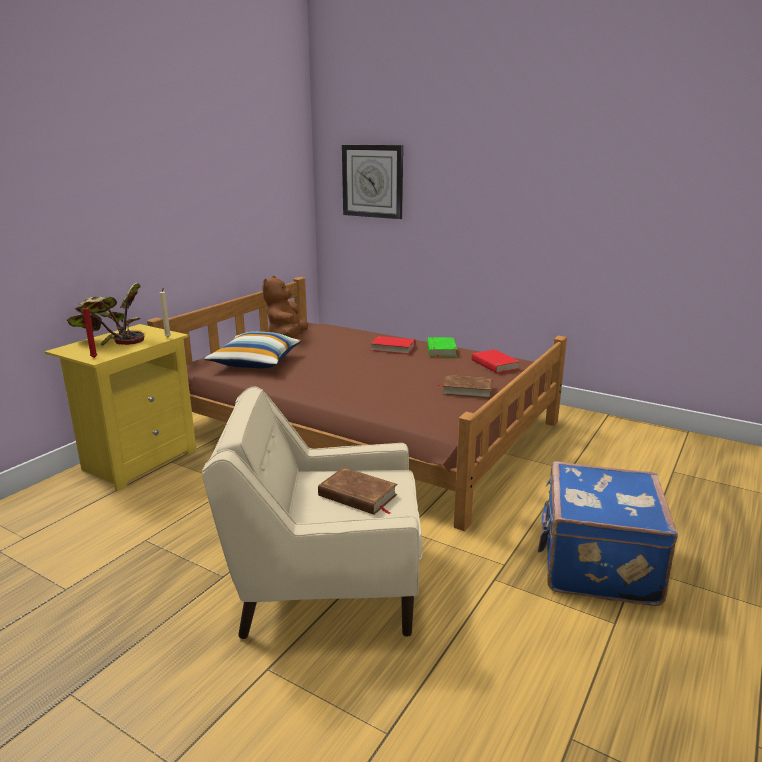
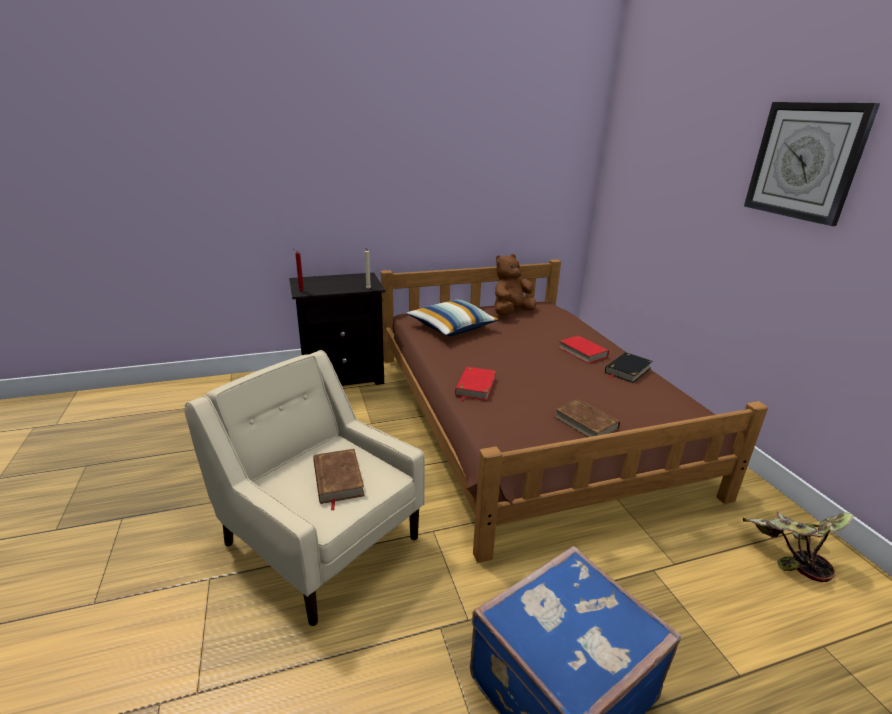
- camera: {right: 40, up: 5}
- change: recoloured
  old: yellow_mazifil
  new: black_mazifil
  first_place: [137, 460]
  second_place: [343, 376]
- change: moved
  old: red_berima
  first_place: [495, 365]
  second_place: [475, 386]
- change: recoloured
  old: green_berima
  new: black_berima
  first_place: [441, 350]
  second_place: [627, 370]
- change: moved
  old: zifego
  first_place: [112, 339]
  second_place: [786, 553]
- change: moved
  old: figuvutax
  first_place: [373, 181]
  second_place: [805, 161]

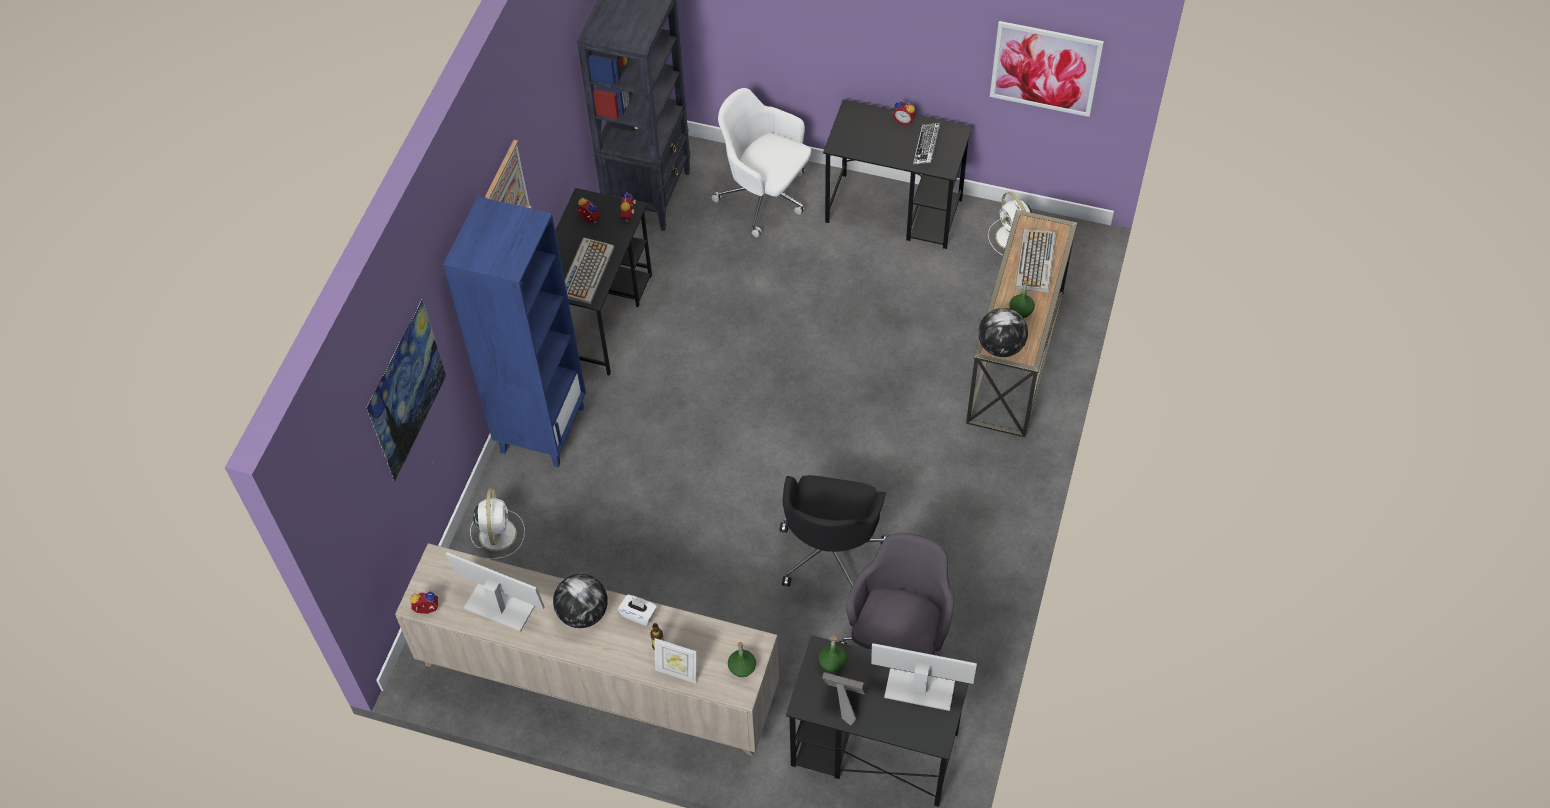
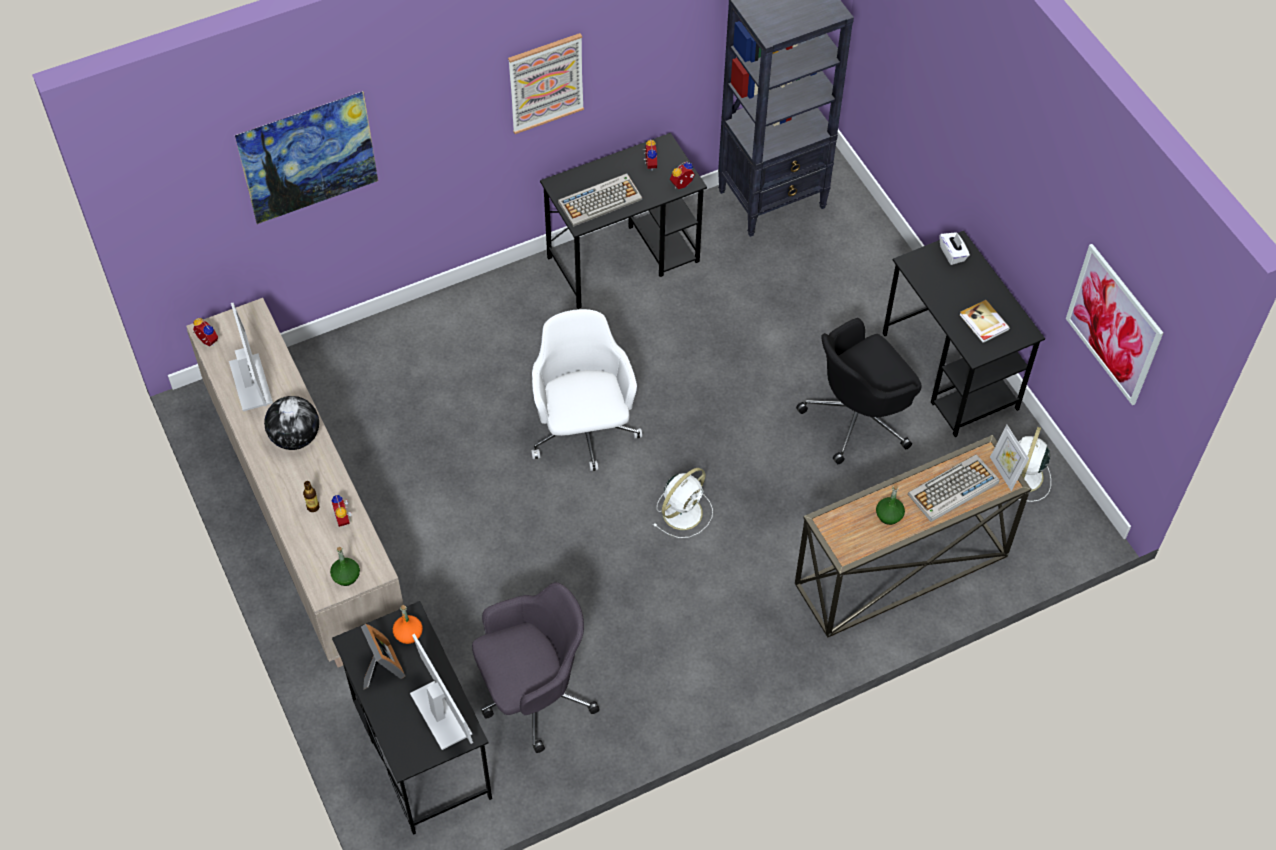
- camera: {right: 45, up: 0}
- change: moved
  old: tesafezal
  first_place: [904, 120]
  second_place: [344, 519]
- change: recoloured
  old: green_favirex
  new: orange_favirex
  first_place: [833, 662]
  second_place: [408, 634]
- change: moved
  old: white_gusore
  first_place: [765, 197]
  second_place: [583, 431]
- change: moved
  old: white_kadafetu
  first_place: [497, 533]
  second_place: [683, 511]
- change: moved
  old: black_gusore
  first_place: [830, 551]
  second_place: [858, 417]
- change: moved
  old: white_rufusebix
  first_place: [638, 614]
  second_place: [952, 254]
- change: replaced
  old: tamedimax
  new: berima
  first_place: [926, 146]
  second_place: [983, 323]
- change: moved
  old: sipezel
  first_place: [677, 672]
  second_place: [1004, 472]
- change: removed
  old: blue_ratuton
  first_place: [542, 428]
- change: removed
  old: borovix
  first_place: [1000, 347]

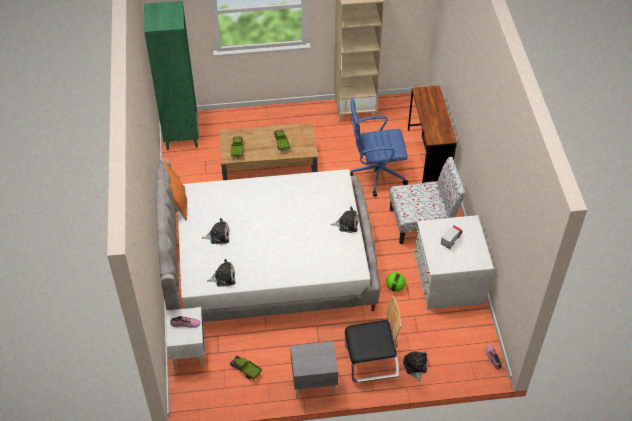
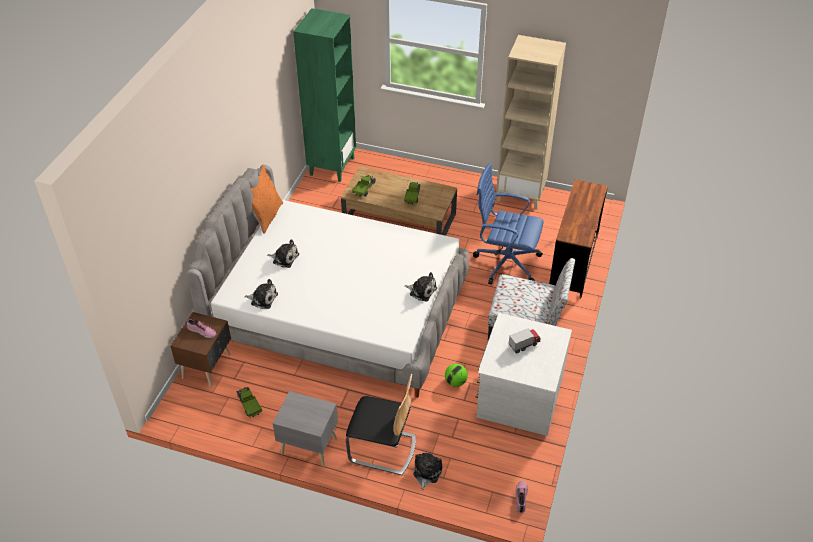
- camera: {right: 25, up: -5}
- change: recoloured
  old: white_mazifil
  new: brown_mazifil
  first_place: [189, 351]
  second_place: [207, 366]

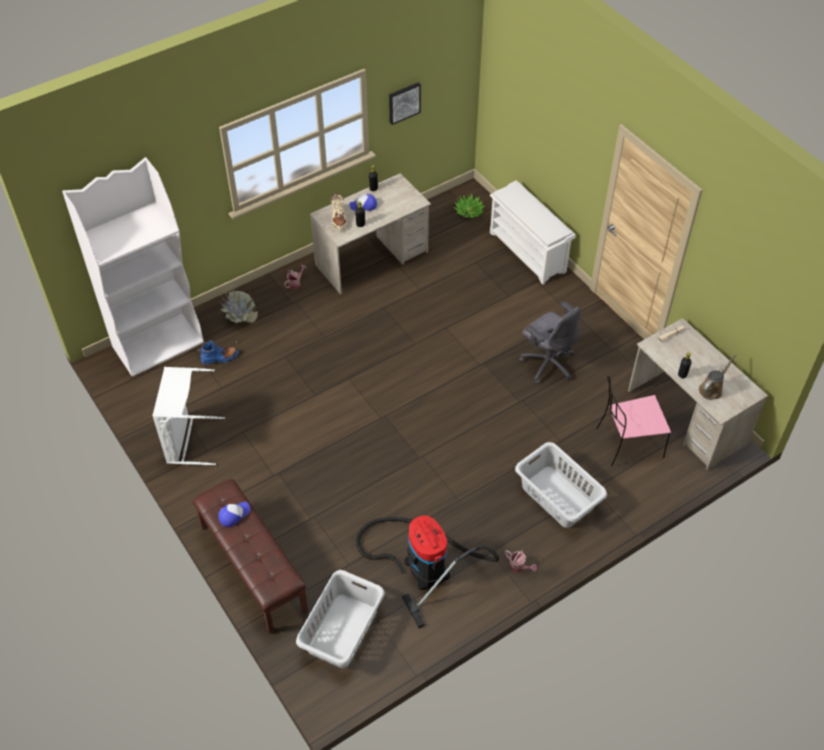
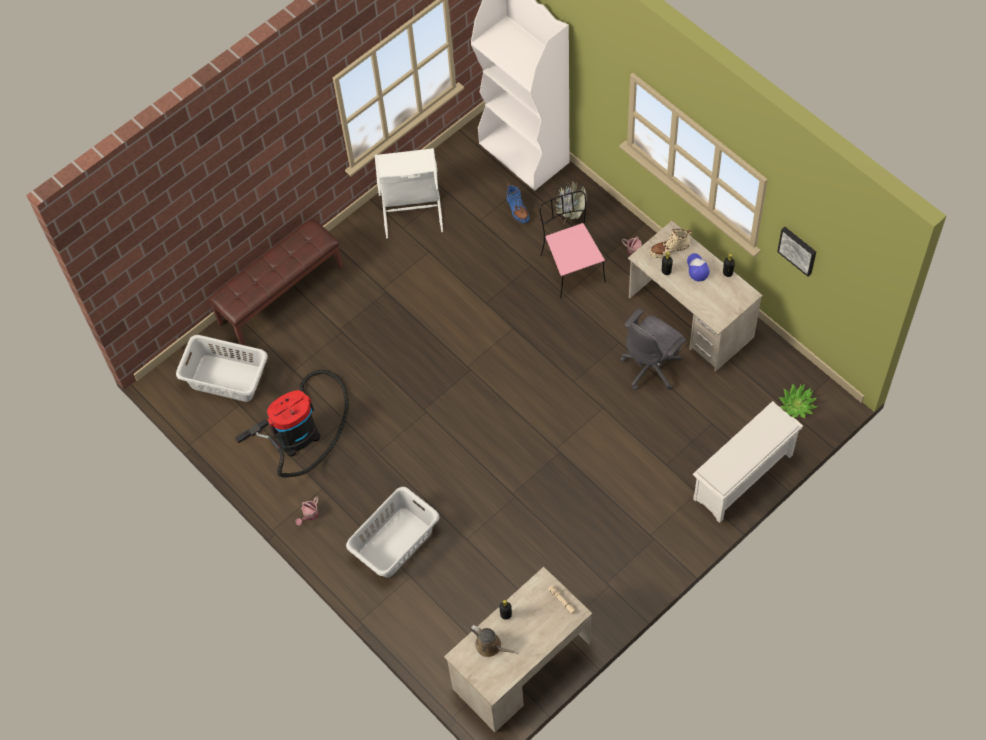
- camera: {right: 85, up: 10}
- change: moved
  old: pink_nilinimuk
  first_place: [627, 443]
  second_place: [571, 267]
- change: moved
  old: grey_gusore
  first_place: [547, 363]
  second_place: [651, 367]
- change: removed
  old: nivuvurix
  first_place: [234, 515]

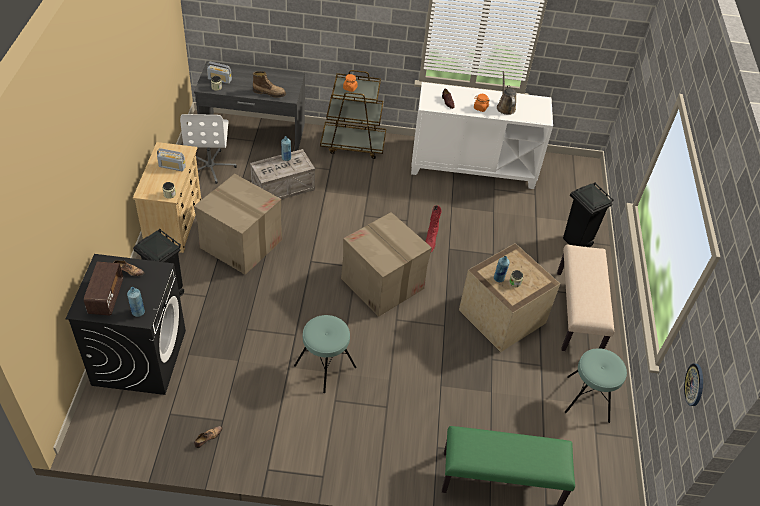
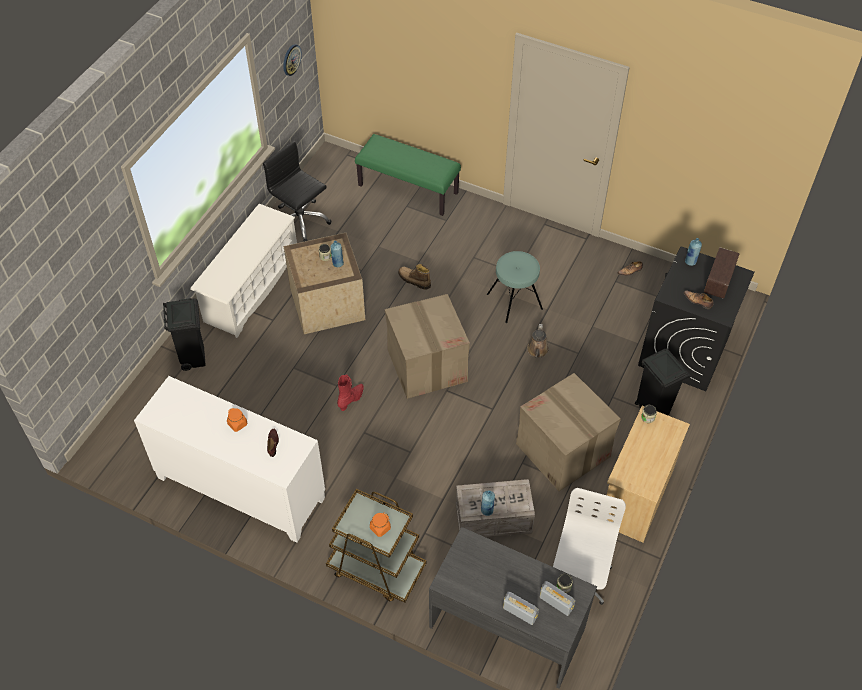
- camera: {right: -155, up: 5}
- change: replaced
  old: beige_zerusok
  new: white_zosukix
  first_place: [578, 313]
  second_place: [251, 288]
- change: replaced
  old: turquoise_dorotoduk
  new: black_gusore
  first_place: [588, 399]
  second_place: [300, 221]
- change: moved
  old: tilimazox
  first_place: [269, 93]
  second_place: [414, 280]
- change: moved
  old: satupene
  first_place: [172, 166]
  second_place: [520, 612]
- change: moved
  old: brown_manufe
  first_place: [505, 107]
  second_place: [537, 351]

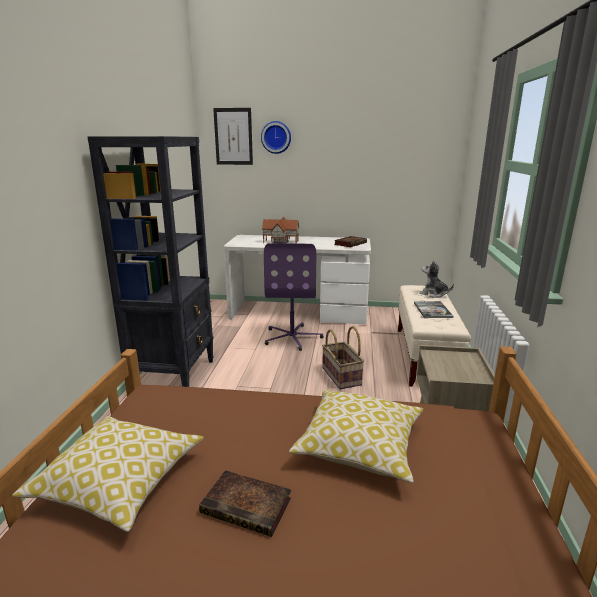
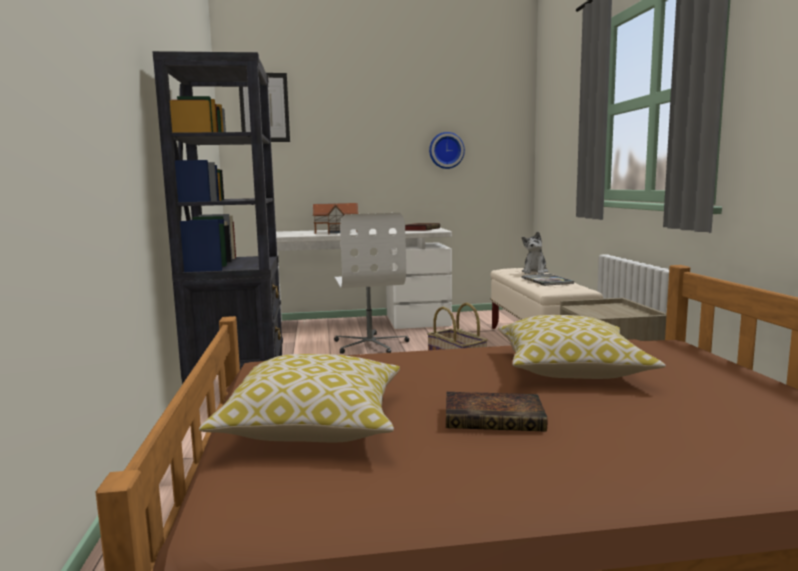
- camera: {right: -15, up: -10}
- change: recoloured
  old: purple_gusore
  new: white_gusore
  first_place: [292, 337]
  second_place: [370, 344]
- change: moved
  old: figuvutax
  first_place: [276, 137]
  second_place: [446, 150]
- change: turned
  old: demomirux
  first_place: [433, 294]
  second_place: [535, 272]
  degrees: -90

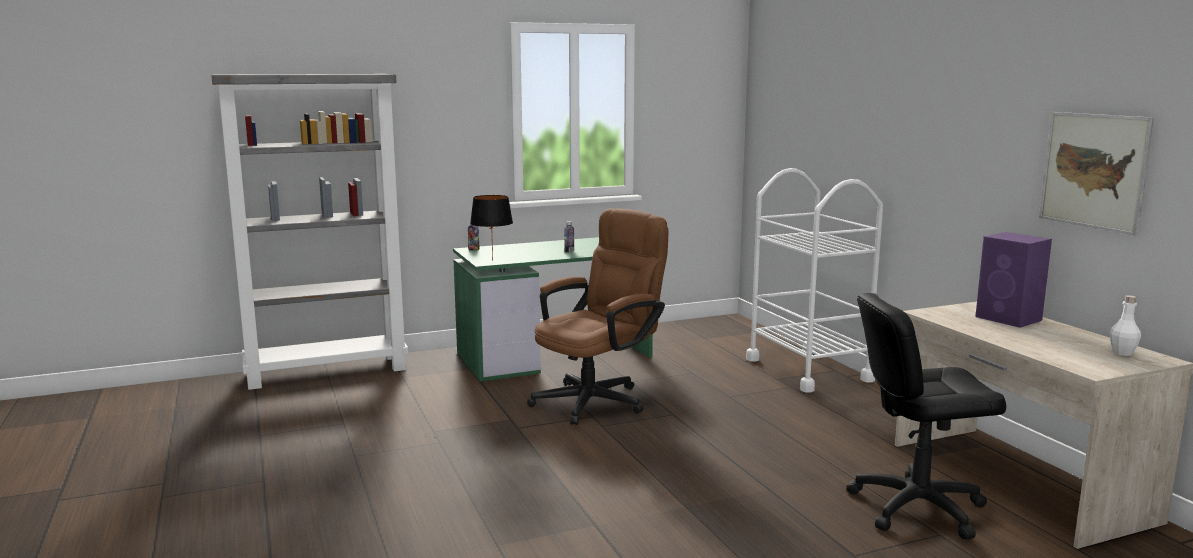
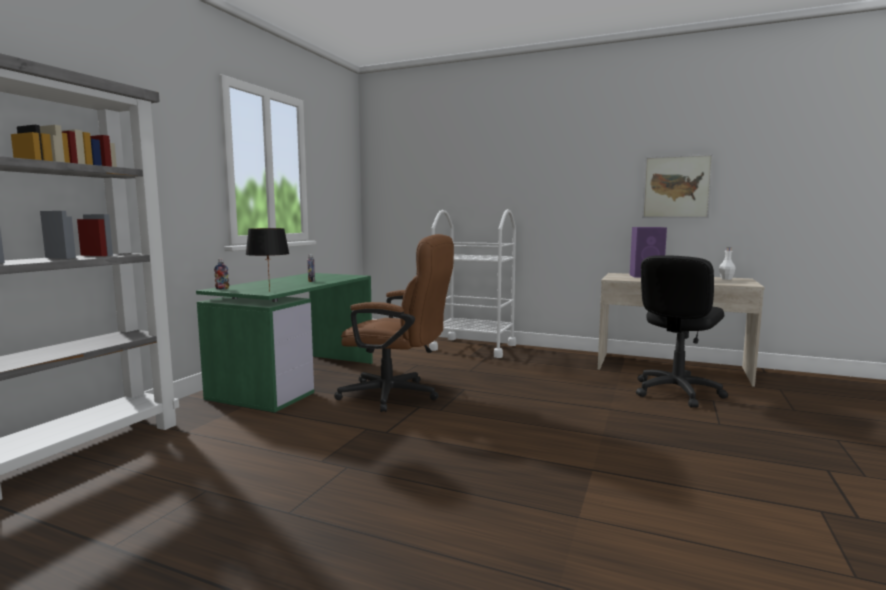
- camera: {right: -45, up: -5}
- change: turned
  old: brown_gusore
  first_place: [598, 399]
  second_place: [397, 395]
  degrees: 105

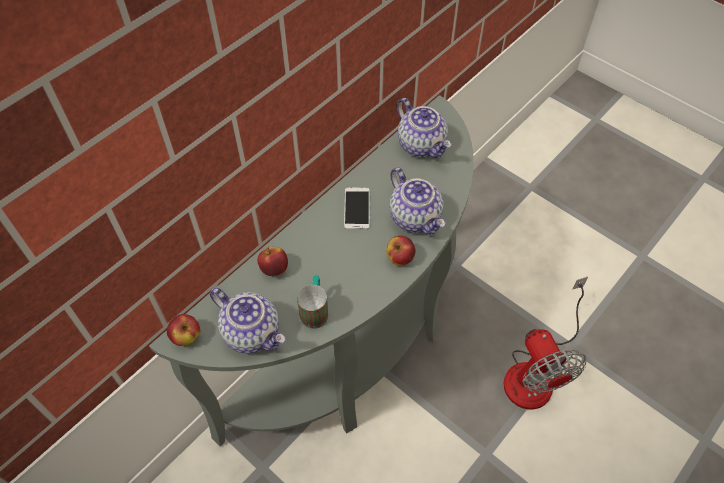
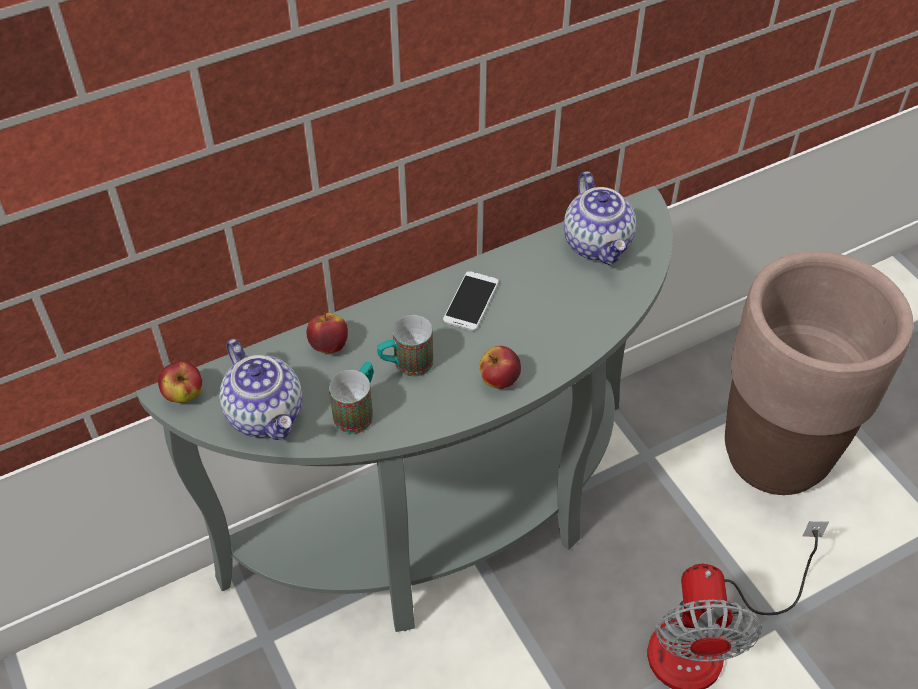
- camera: {right: 20, up: -5}
- change: added
  new: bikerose
  second_place: [405, 365]
- change: added
  new: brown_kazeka
  second_place: [776, 455]
- change: removed
  old: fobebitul
  first_place: [416, 217]

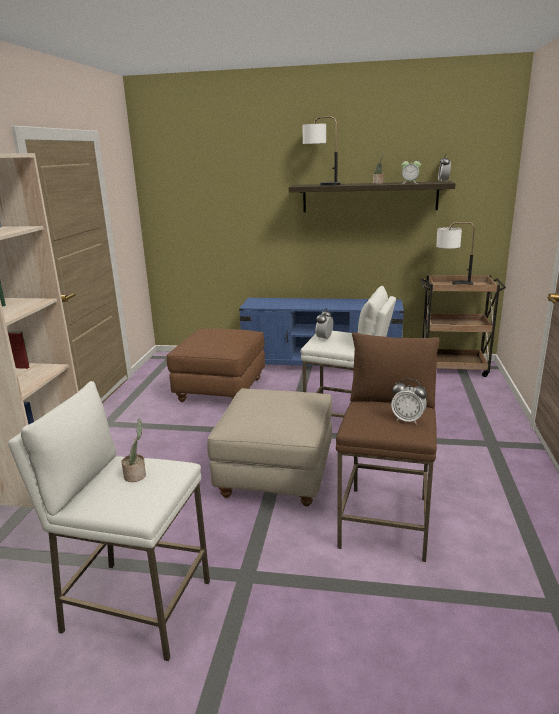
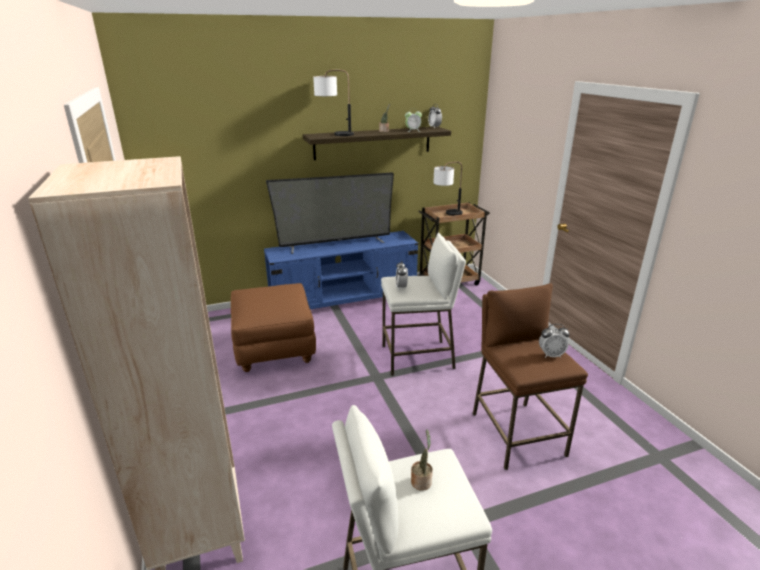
- camera: {right: -30, up: 5}
- change: added
  new: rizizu
  second_place: [335, 244]
- change: removed
  old: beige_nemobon
  first_place: [276, 476]

